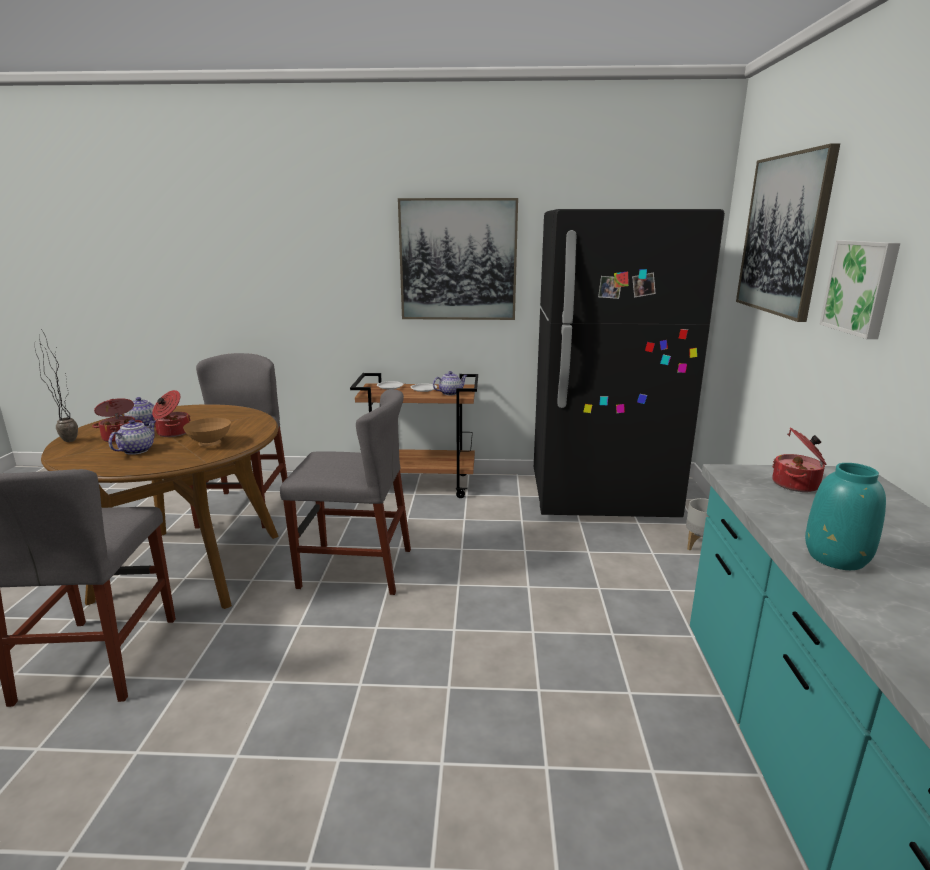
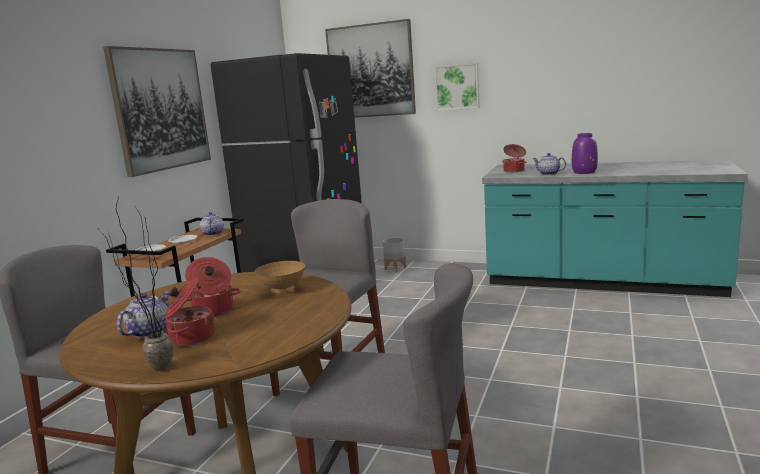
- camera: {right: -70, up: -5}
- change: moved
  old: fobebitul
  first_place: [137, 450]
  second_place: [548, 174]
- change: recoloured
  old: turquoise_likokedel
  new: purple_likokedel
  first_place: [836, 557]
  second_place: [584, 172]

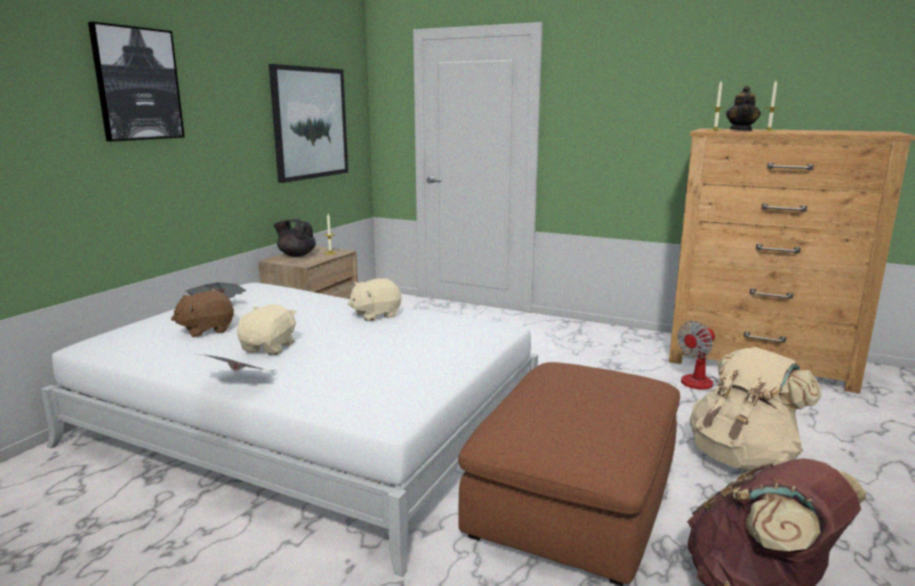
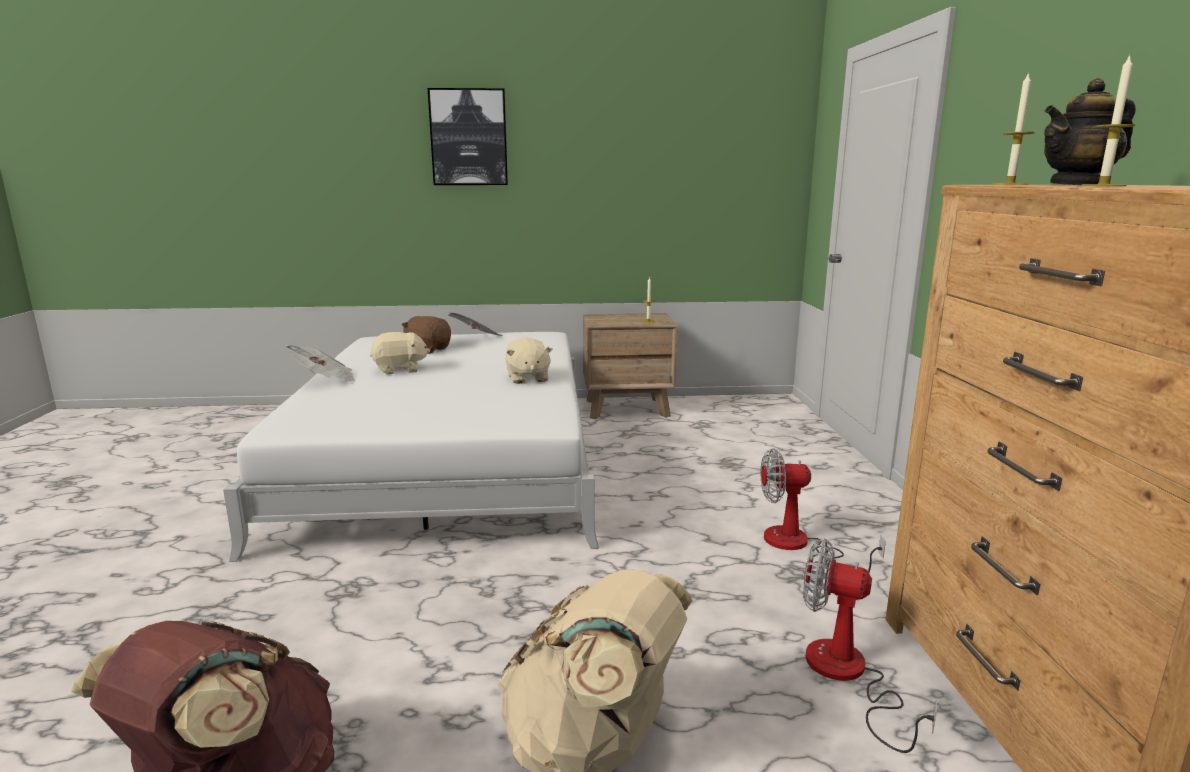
- camera: {right: 60, up: 0}
- change: turned
  old: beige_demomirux
  first_place: [375, 315]
  second_place: [527, 378]
  degrees: -135
- change: added
  new: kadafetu
  second_place: [799, 546]
- change: removed
  old: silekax
  first_place: [310, 123]
- change: removed
  old: black_fobebitul
  first_place: [296, 255]
- change: removed
  old: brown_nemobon
  first_place: [574, 495]

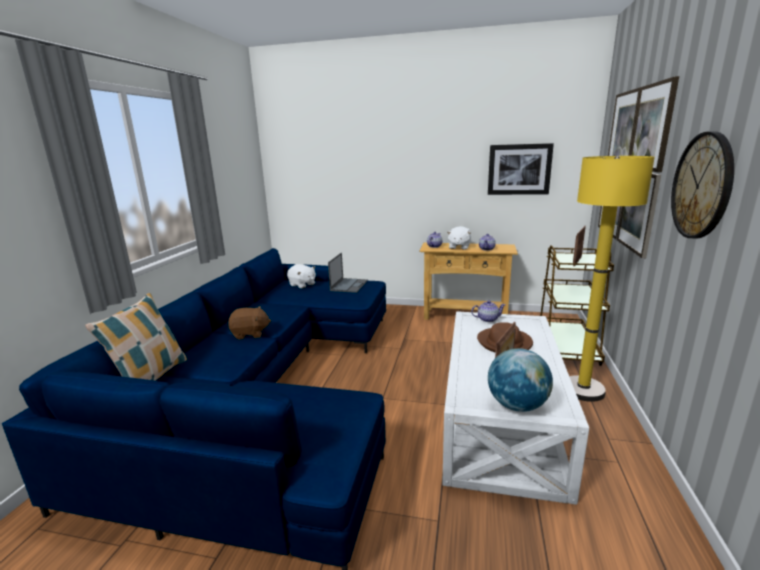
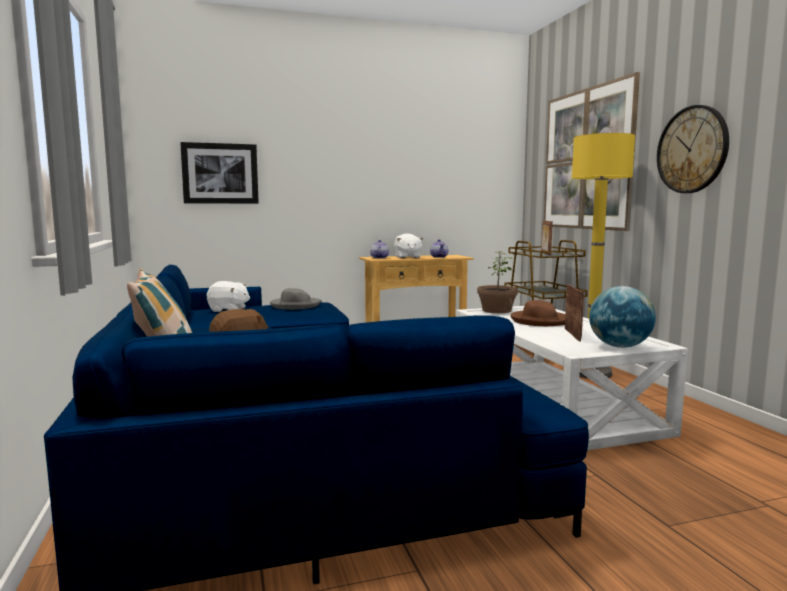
- camera: {right: -30, up: -10}
- change: moved
  old: silekax
  first_place: [519, 169]
  second_place: [220, 173]
- change: replaced
  old: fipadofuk
  new: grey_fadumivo
  first_place: [349, 285]
  second_place: [295, 305]
- change: replaced
  old: fobebitul
  new: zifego
  first_place: [487, 319]
  second_place: [496, 310]

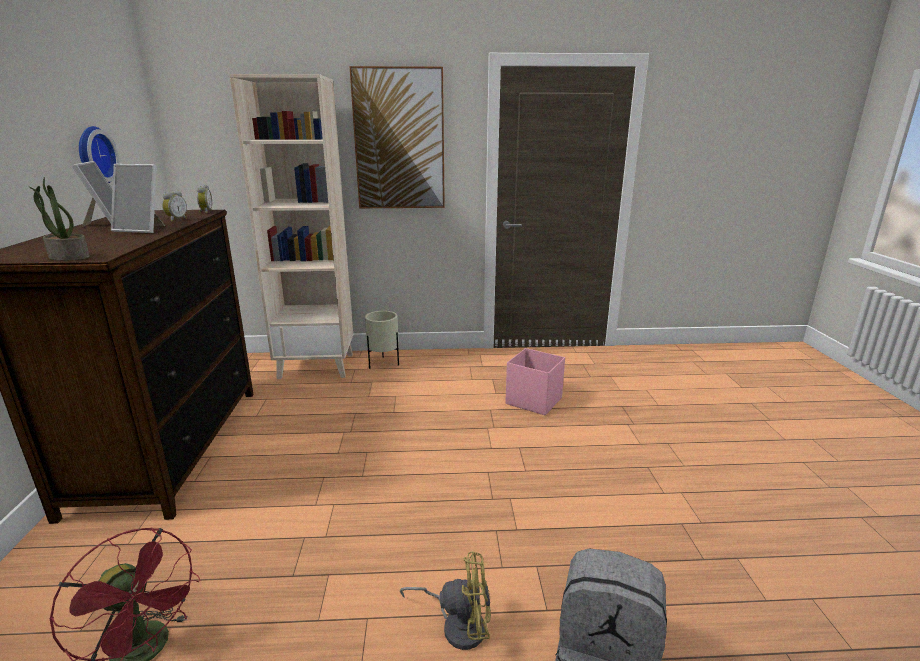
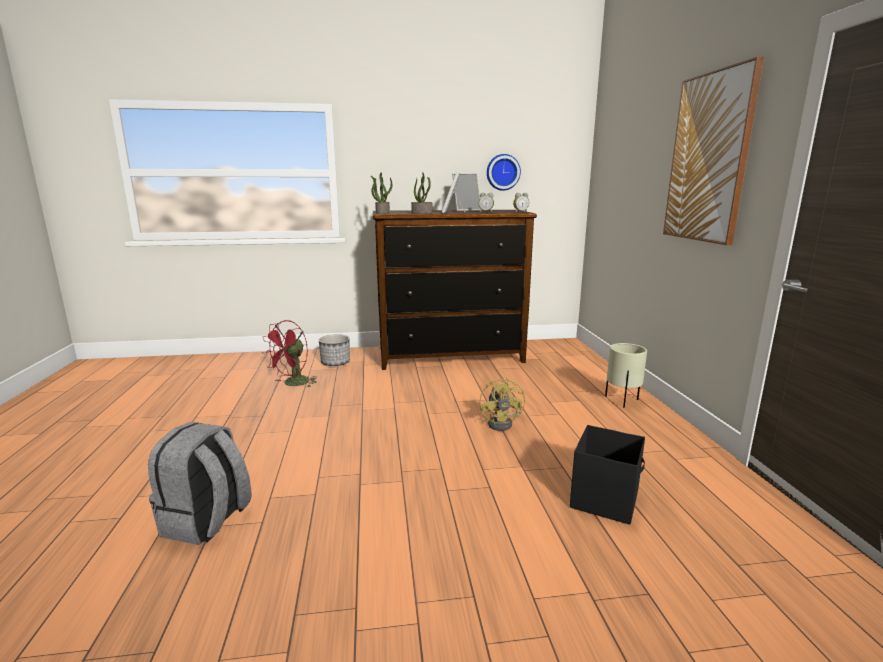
- camera: {right: 85, up: -5}
- change: added
  new: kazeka
  second_place: [335, 363]
- change: added
  new: zifego
  second_place: [422, 213]
- change: moved
  old: yellow_kadafetu
  first_place: [458, 625]
  second_place: [503, 423]
- change: recoloured
  old: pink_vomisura
  new: black_vomisura
  first_place: [533, 400]
  second_place: [605, 499]
- change: removed
  old: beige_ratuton
  first_place: [317, 366]

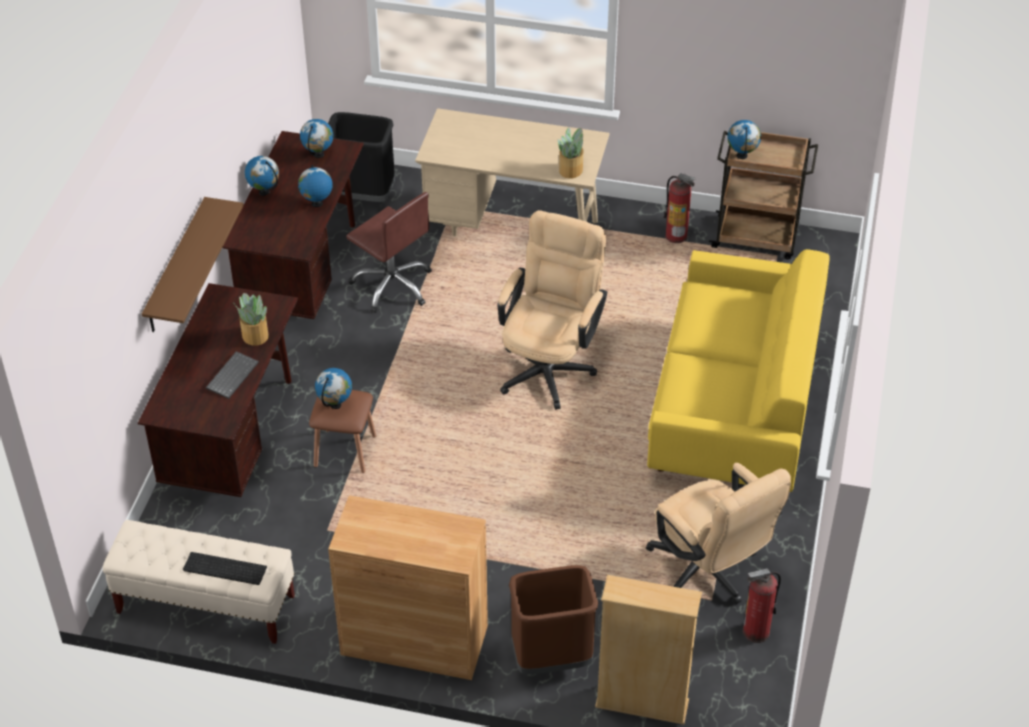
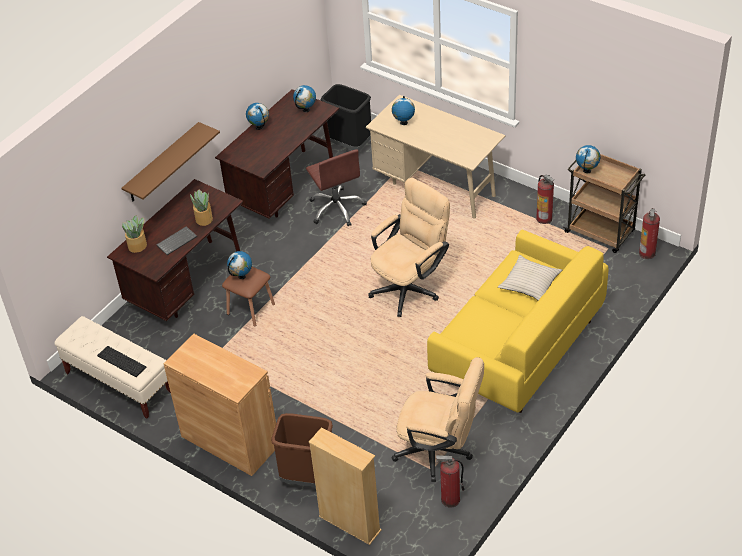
- camera: {right: 25, up: 0}
- change: moved
  old: zifego
  first_place: [571, 170]
  second_place: [138, 246]
- change: turned
  old: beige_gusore
  first_place: [708, 573]
  second_place: [440, 452]
  degrees: -60
- change: moved
  old: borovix
  first_place: [317, 203]
  second_place: [403, 123]
- change: added
  new: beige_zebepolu
  second_place: [530, 283]
- change: added
  new: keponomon
  second_place: [647, 253]

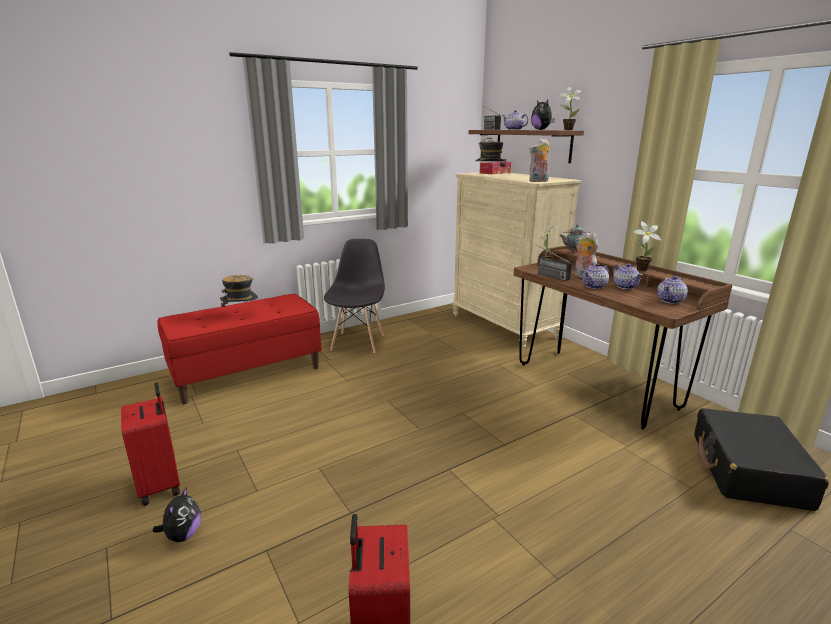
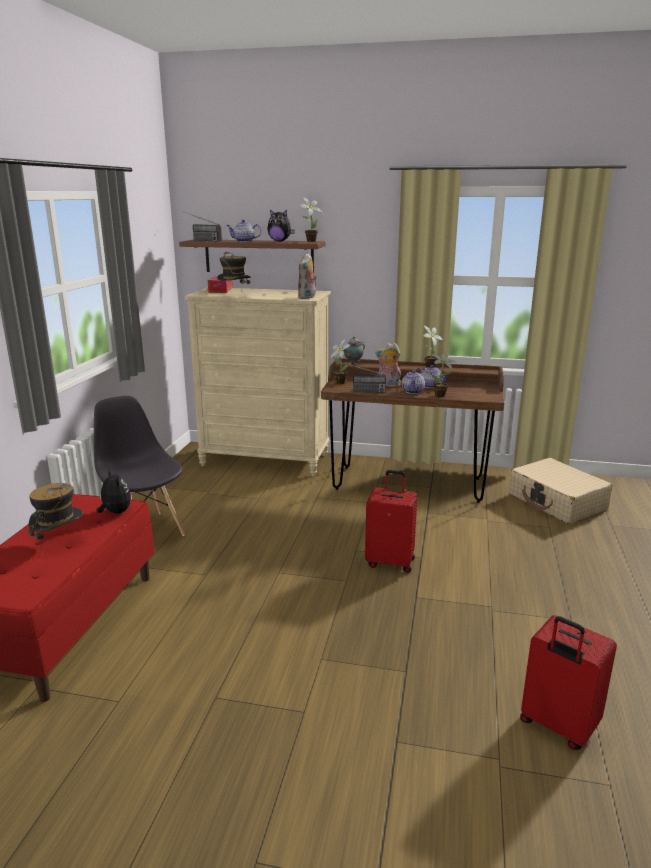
- camera: {right: -45, up: 0}
- change: moved
  old: demomirux
  first_place: [183, 535]
  second_place: [115, 512]
- change: moved
  old: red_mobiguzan
  first_place: [161, 485]
  second_place: [390, 562]
- change: added
  new: zifego
  second_place: [441, 396]
- change: recoloured
  old: black_mobiguzan
  new: beige_mobiguzan
  first_place: [748, 470]
  second_place: [557, 502]
- change: removed
  old: fobebitul
  first_place: [670, 300]

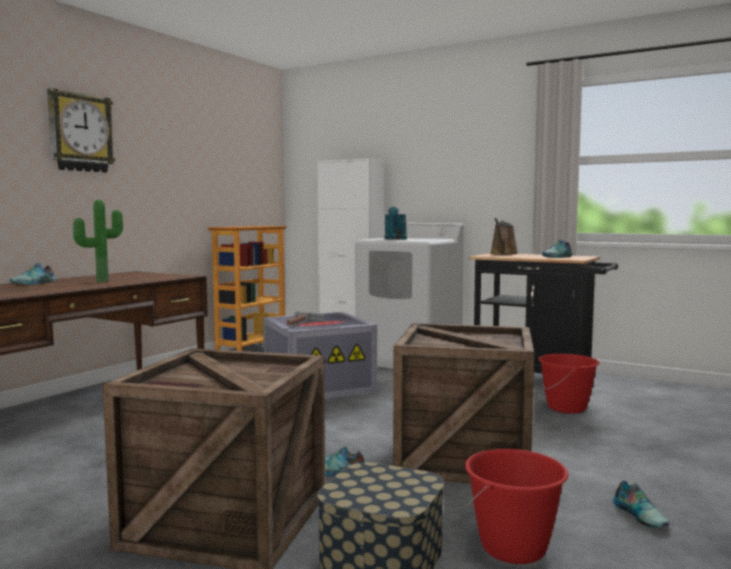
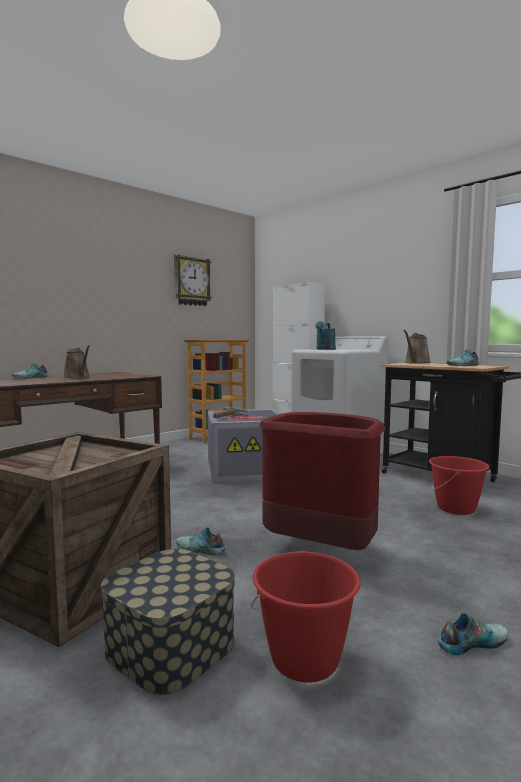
- camera: {right: 15, up: 0}
- change: replaced
  old: zifego
  new: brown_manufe
  first_place: [101, 281]
  second_place: [77, 377]
- change: moved
  old: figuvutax
  first_place: [80, 133]
  second_place: [191, 281]
- change: replaced
  old: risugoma
  new: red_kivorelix
  first_place: [462, 457]
  second_place: [321, 548]
- change: turned
  old: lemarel
  first_place: [641, 515]
  second_place: [471, 642]
  degrees: -105

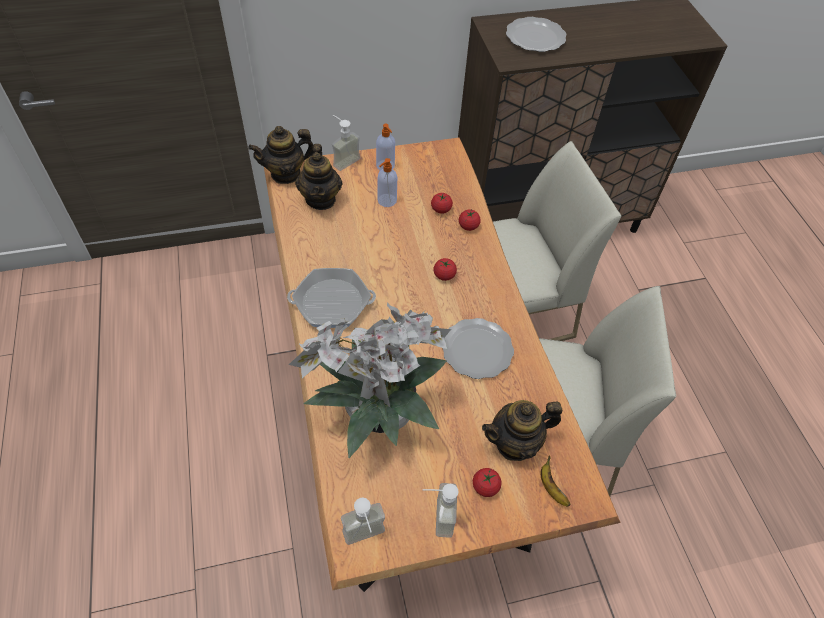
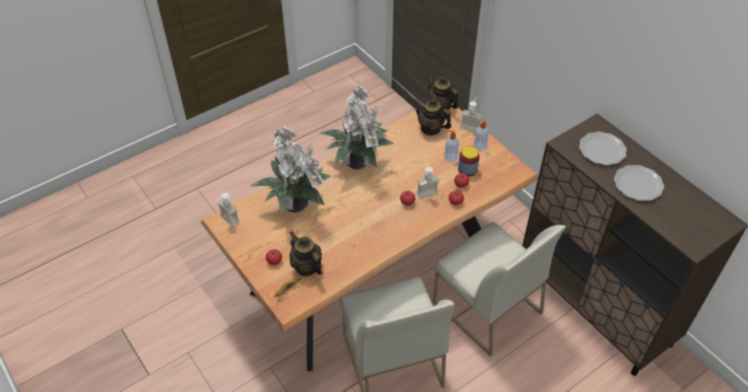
- camera: {right: 70, up: -5}
- change: replaced
  old: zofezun
  new: zifego
  first_place: [332, 303]
  second_place: [357, 161]
- change: turned
  old: fobebitul
  first_place: [321, 199]
  second_place: [430, 129]
  degrees: 60
- change: moved
  old: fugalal
  first_place: [436, 517]
  second_place: [425, 191]
- change: added
  new: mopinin
  second_place: [467, 169]
- change: moved
  old: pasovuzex
  first_place: [477, 349]
  second_place: [638, 184]

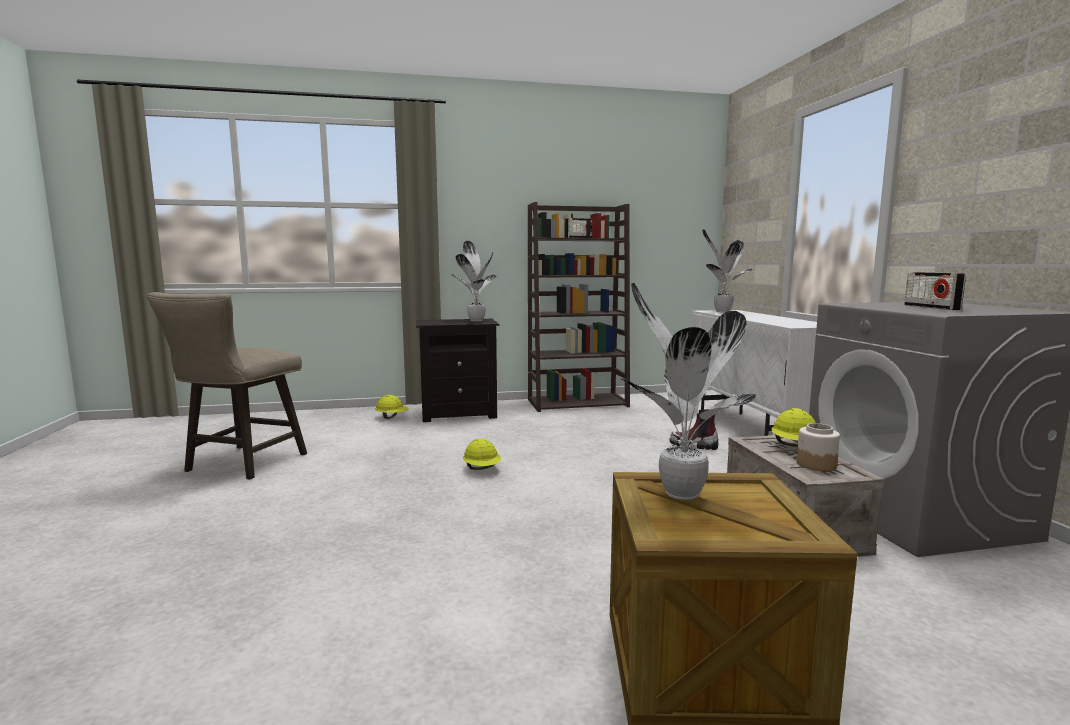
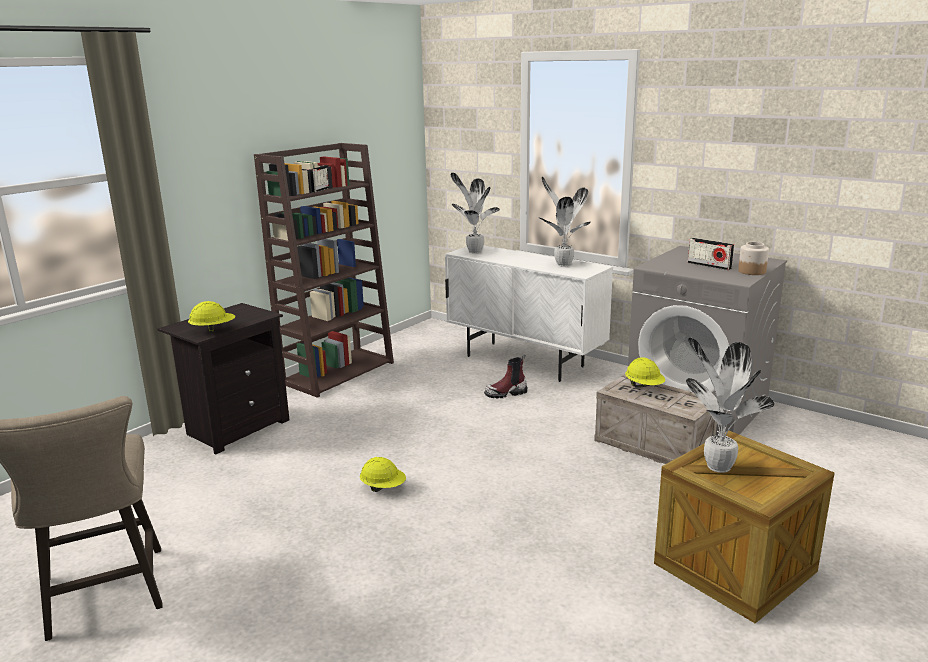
- camera: {right: -40, up: 10}
- change: moved
  old: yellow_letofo
  first_place: [392, 417]
  second_place: [213, 330]
- change: moved
  old: zifego
  first_place: [476, 320]
  second_place: [562, 264]
- change: moved
  old: mopinin
  first_place: [816, 464]
  second_place: [751, 271]

